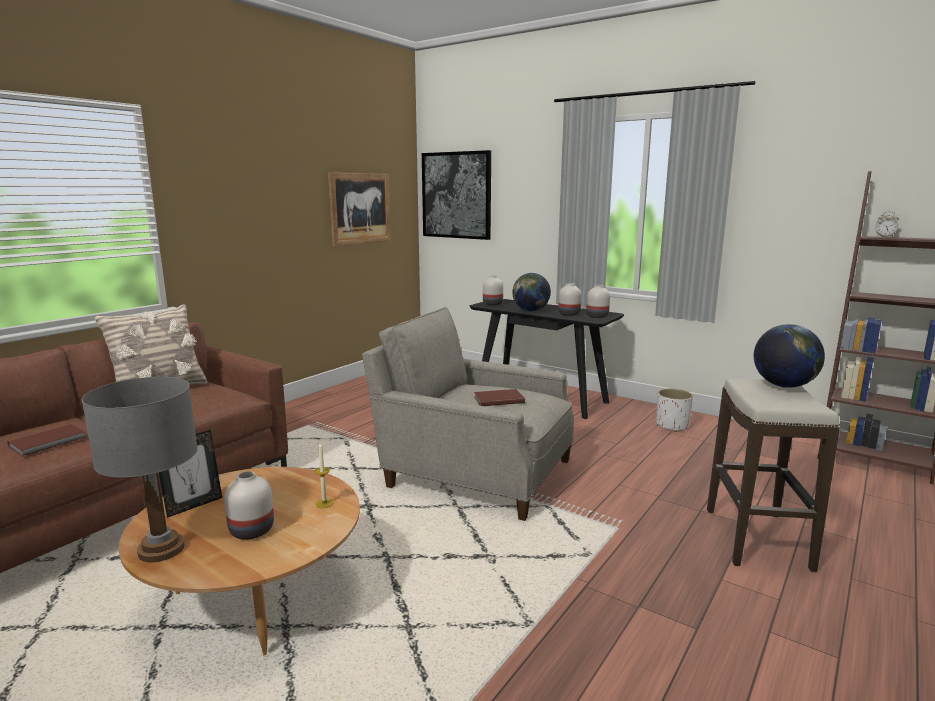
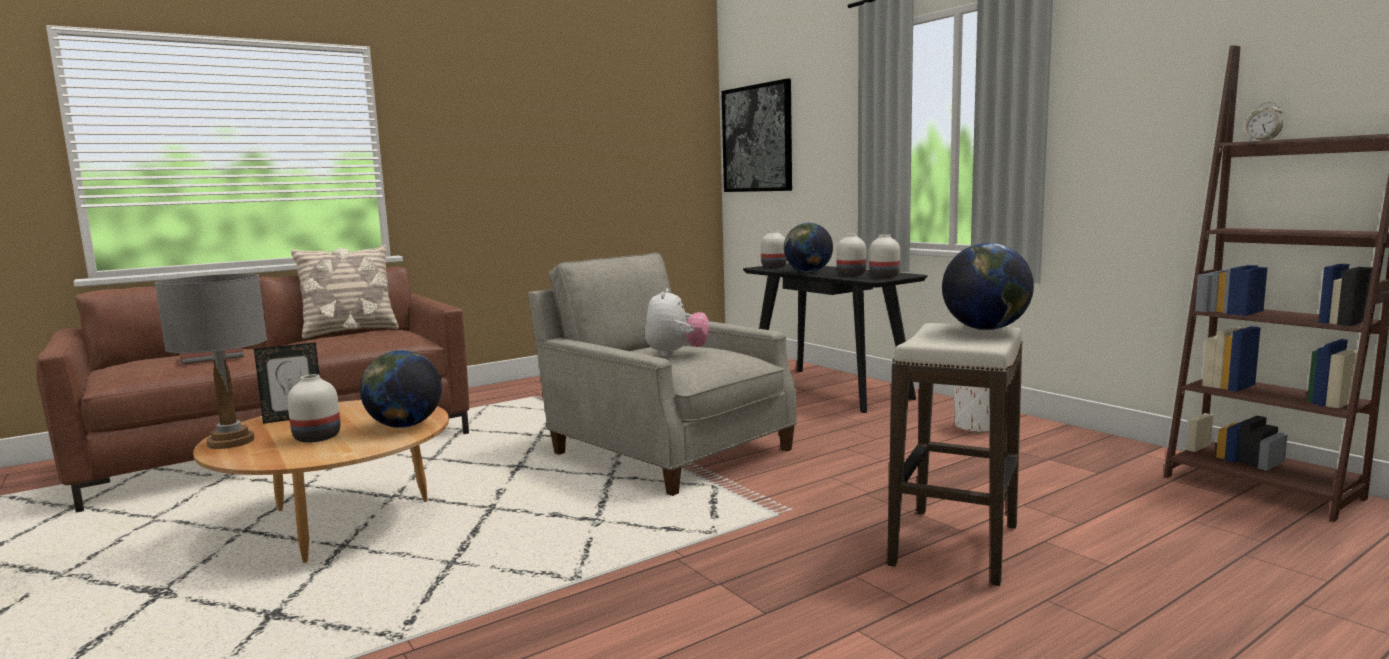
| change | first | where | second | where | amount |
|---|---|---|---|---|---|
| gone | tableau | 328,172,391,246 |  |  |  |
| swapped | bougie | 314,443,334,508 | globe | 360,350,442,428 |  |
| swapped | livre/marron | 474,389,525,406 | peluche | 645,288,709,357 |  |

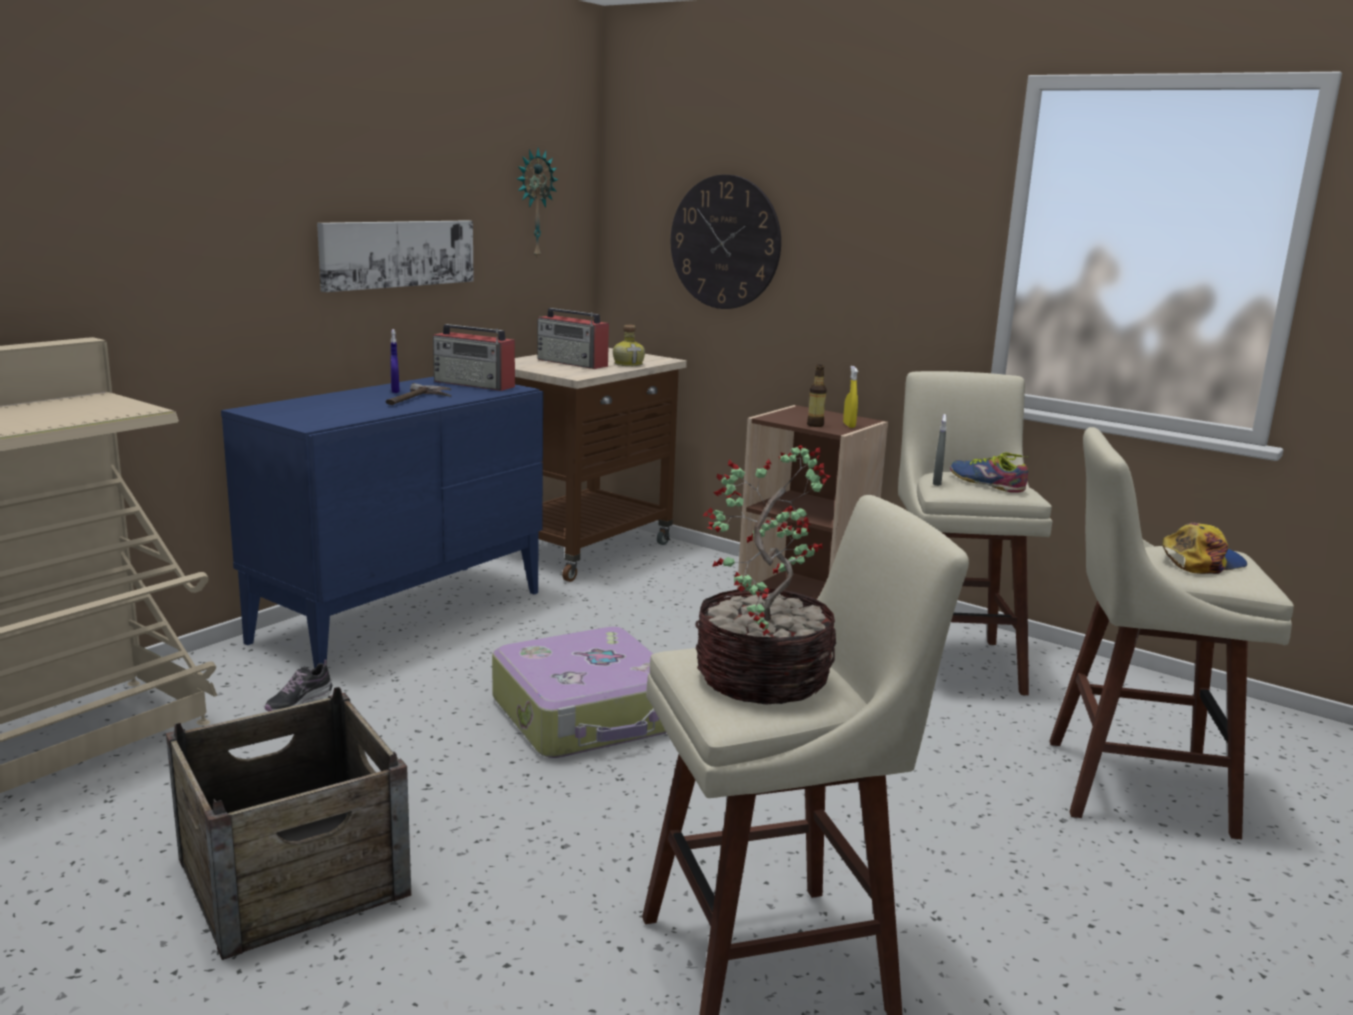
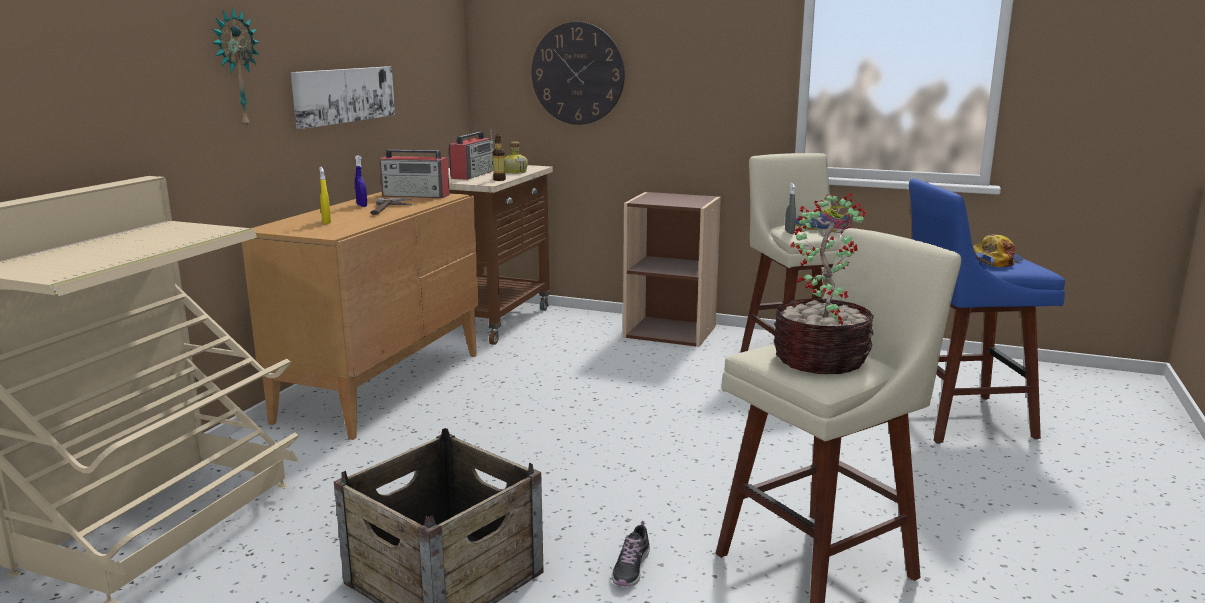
| change | first | where | second | where | amount |
|---|---|---|---|---|---|
| gone | valise | 492,627,666,758 |  |  |  |
| shifted | chaussure | 265,660,332,711 |  | 612,521,650,586 |  |
| shifted | horloge murale | 516,148,558,260 |  | 212,7,260,130 |  |
| shifted | bouteille | 807,365,827,427 |  | 493,135,506,181 |  |
| shifted | vaporisateur/jaune | 843,366,858,428 |  | 319,167,331,224 |  |
| repainted | meuble de rangement/bleu | 221,377,543,668 | meuble de rangement/marron | 242,192,479,440 |  |
| repainted | tabouret/beige | 1050,427,1294,840 | tabouret/bleu | 909,179,1065,444 |  |
| rotated | radio | 537,308,609,369 |  | 449,129,494,180 | 90 degrees counterclockwise |

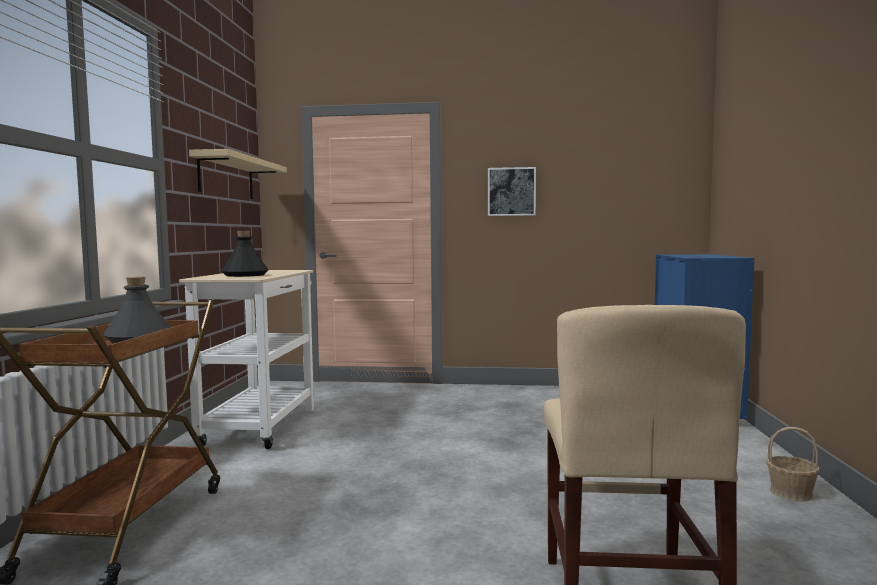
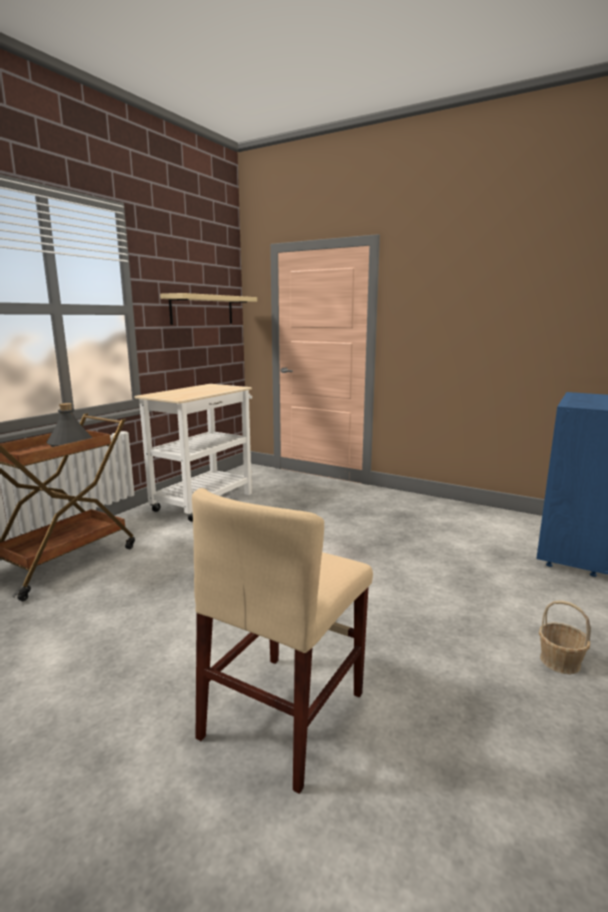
| change | first | where | second | where | amount |
|---|---|---|---|---|---|
| gone | bouteille/noir | 221,231,269,277 |  |  |  |
| gone | tableau | 488,167,536,216 |  |  |  |

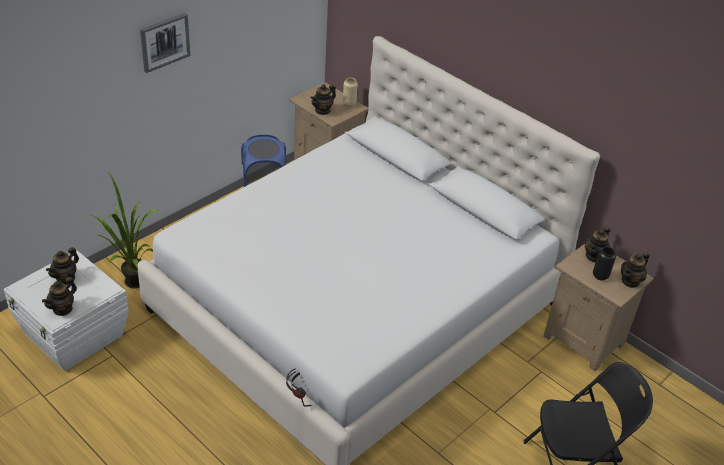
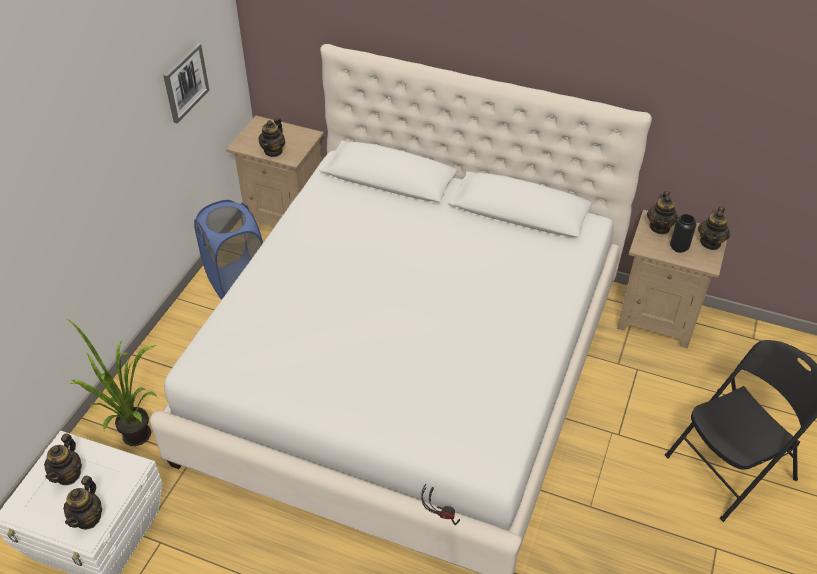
| change | first | where | second | where | amount |
|---|---|---|---|---|---|
| gone | vase/beige | 343,78,358,107 |  |  |  |
| shifted | tableau | 140,13,190,73 |  | 163,43,209,123 |  |

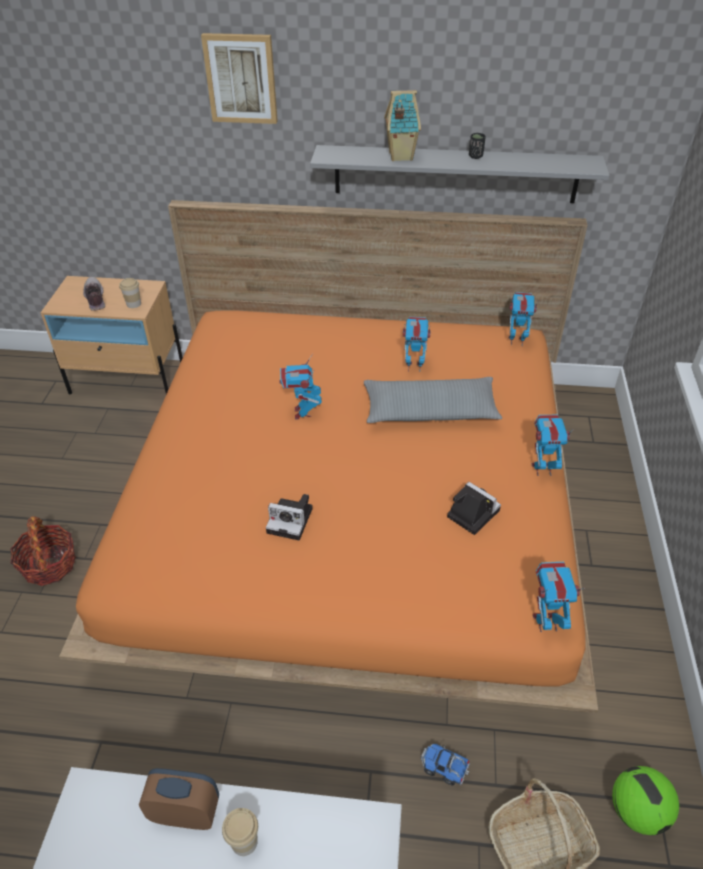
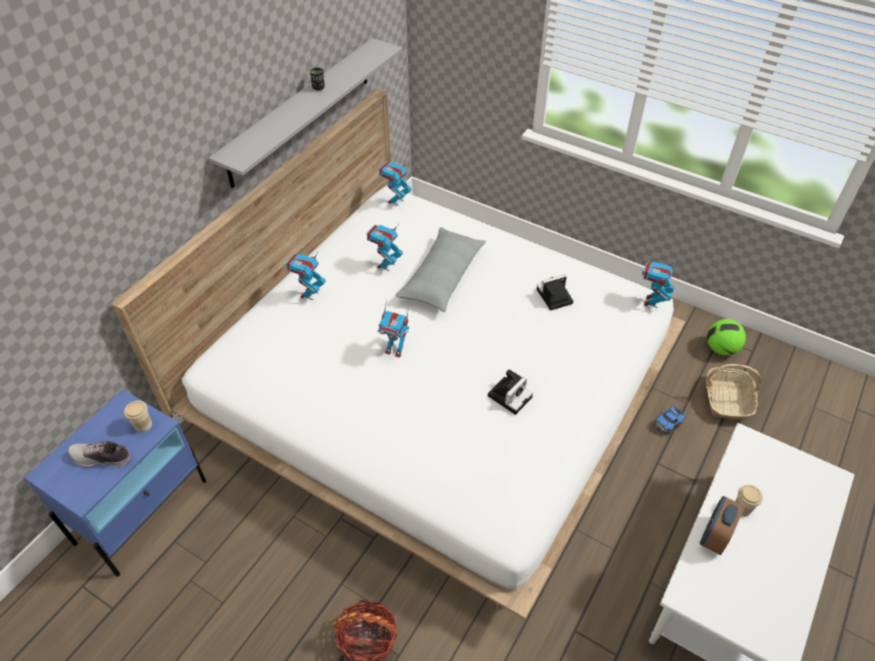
| change | first | where | second | where | amount |
|---|---|---|---|---|---|
| gone | tableau | 201,33,278,124 |  |  |  |
| gone | maison miniature | 384,90,421,161 |  |  |  |
| shifted | robot jouet | 532,415,571,476 |  | 286,251,326,300 |  |
| repainted | table de chevet/beige | 41,276,183,394 | table de chevet/bleu | 24,389,206,577 |  |
| repainted | lit/orange | 59,200,598,713 | lit/blanc | 112,88,685,620 |  |

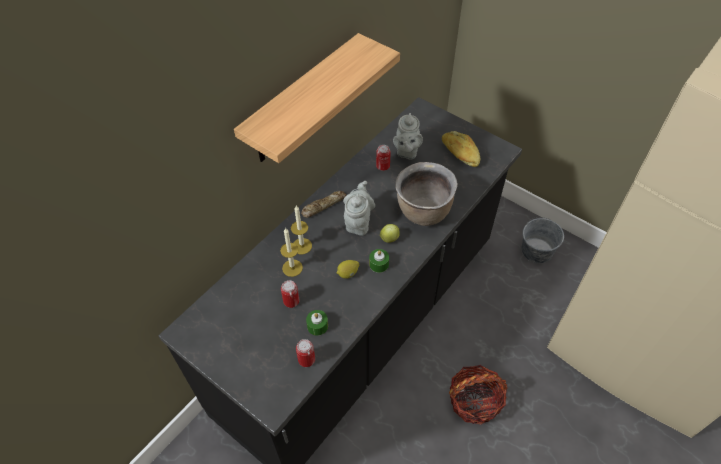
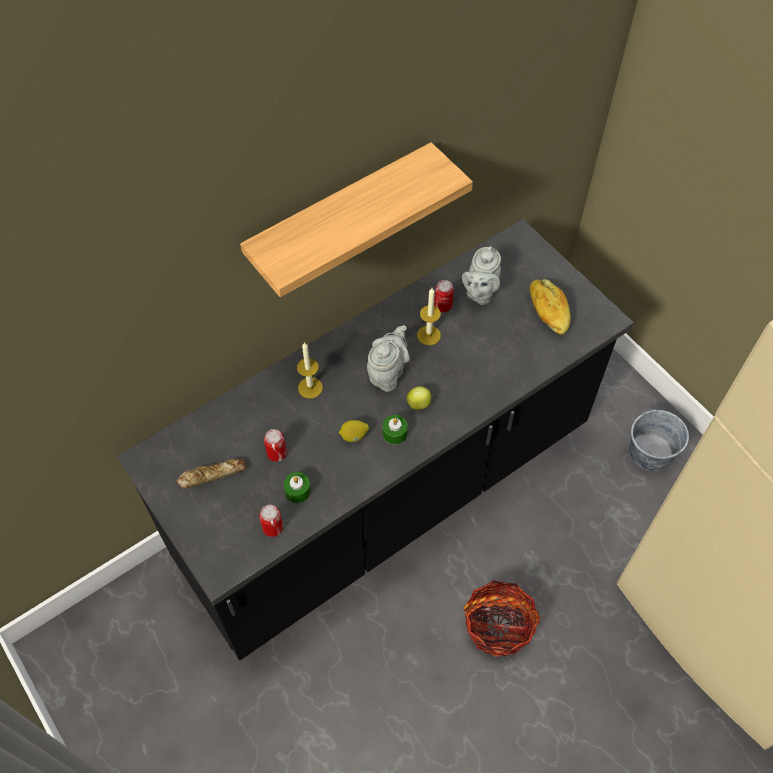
| change | first | where | second | where | amount |
|---|---|---|---|---|---|
| gone | marmite/marron | 395,162,458,226 |  |  |  |
| shifted | bougie | 280,228,303,277 |  | 417,288,441,345 |  |
| shifted | pain | 301,191,347,218 |  | 177,459,247,488 |  |

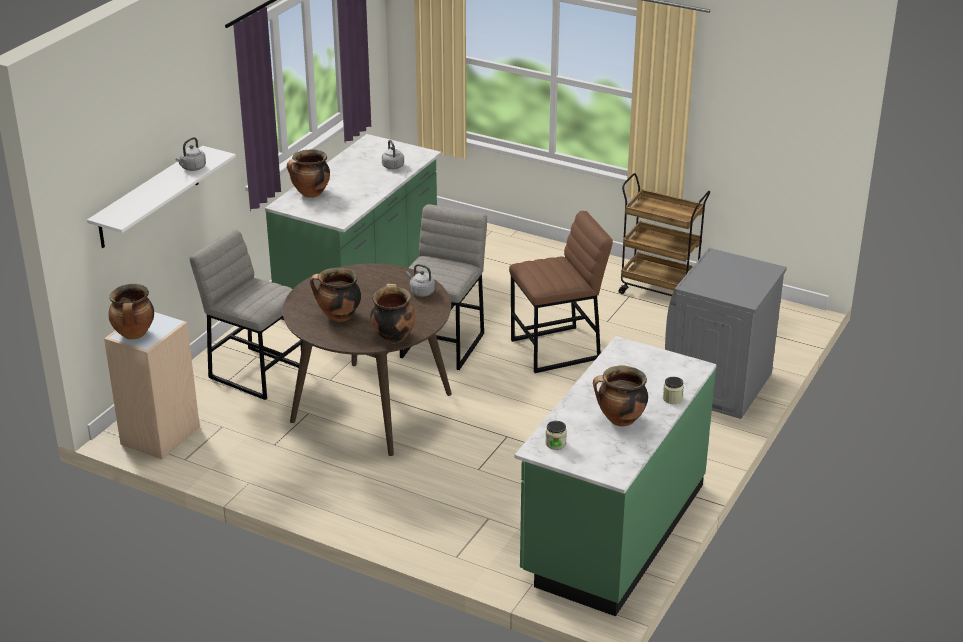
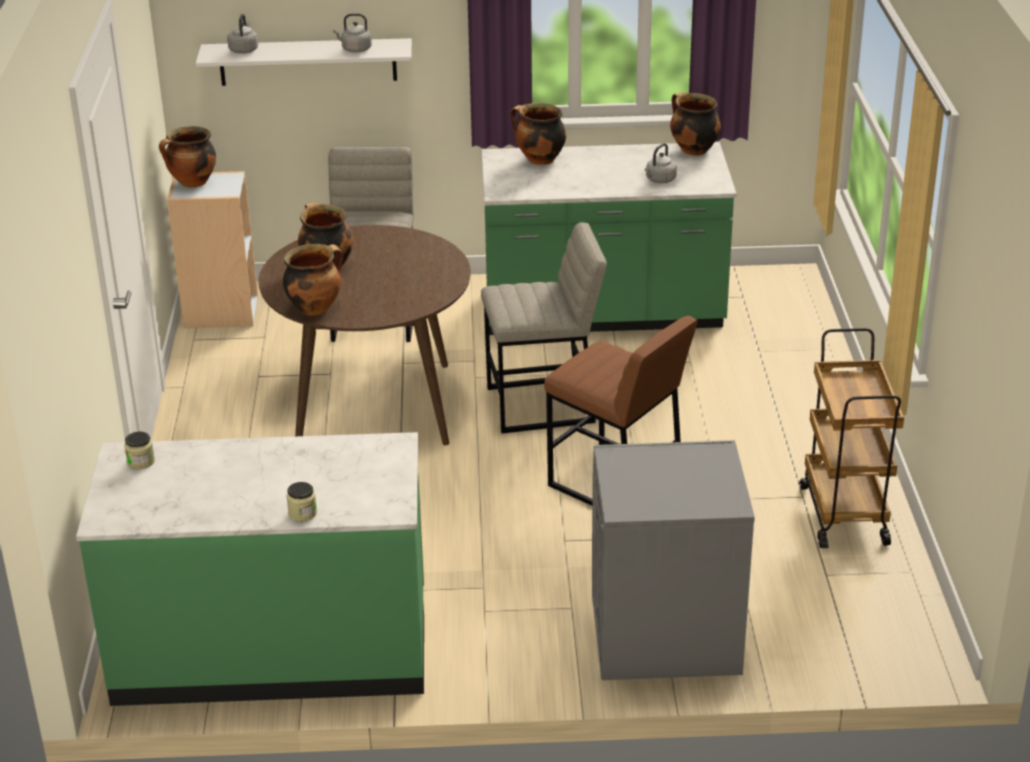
| change | first | where | second | where | amount |
|---|---|---|---|---|---|
| shifted | bouilloire/gris | 406,264,435,297 |  | 227,14,258,54 |  |
| shifted | marmite | 593,365,648,426 |  | 670,92,721,156 |  |

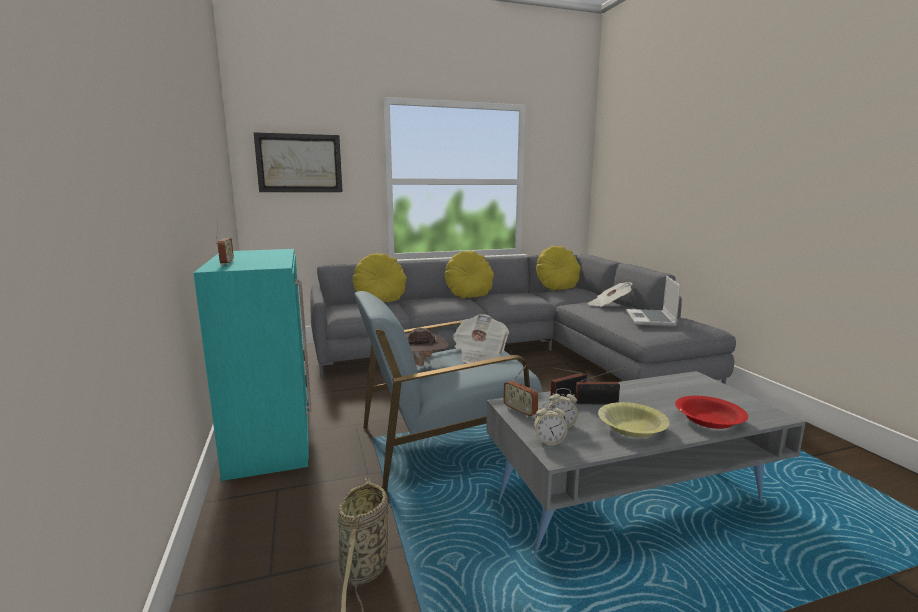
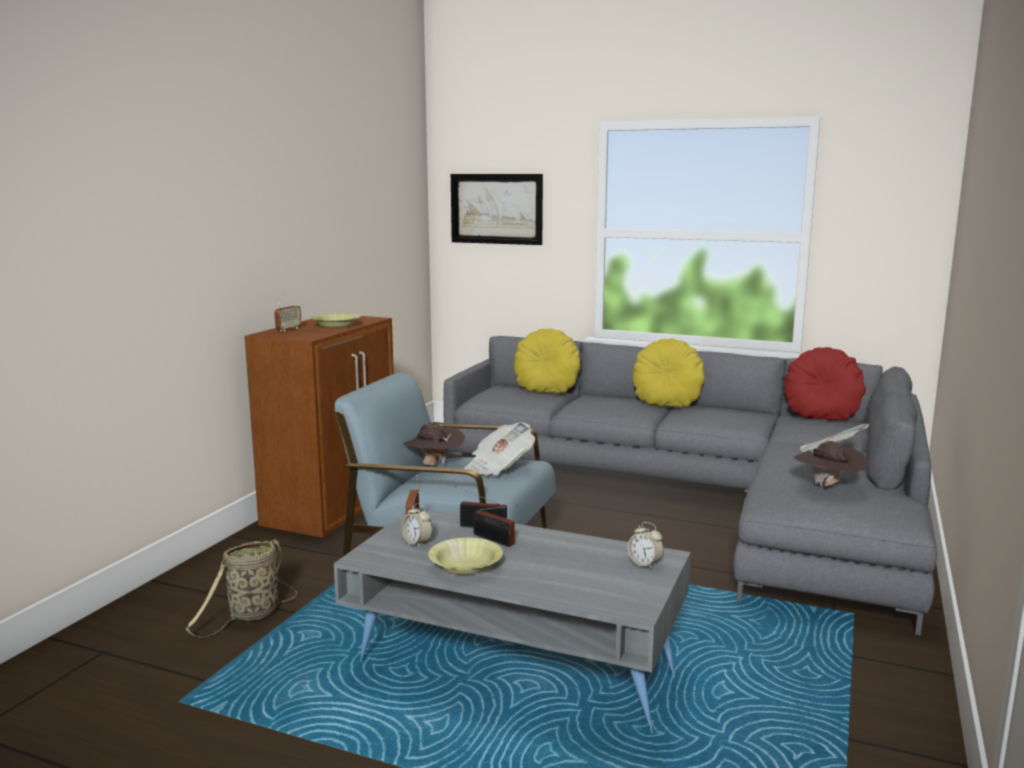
| change | first | where | second | where | amount |
|---|---|---|---|---|---|
| gone | bol/rouge | 675,396,748,429 |  |  |  |
| new |  |  | bol/jaune | 311,313,361,328 |  |
| shifted | réveil | 534,402,567,445 |  | 627,522,664,569 |  |
| swapped | ordinateur portable | 626,276,681,326 | chapeau/marron | 794,441,868,486 |  |
| repainted | meuble de rangement/turquoise | 193,249,312,481 | meuble de rangement/marron | 244,316,394,538 |  |
| repainted | coussin/jaune | 536,246,581,291 | coussin/rouge | 784,347,866,420 |  |

